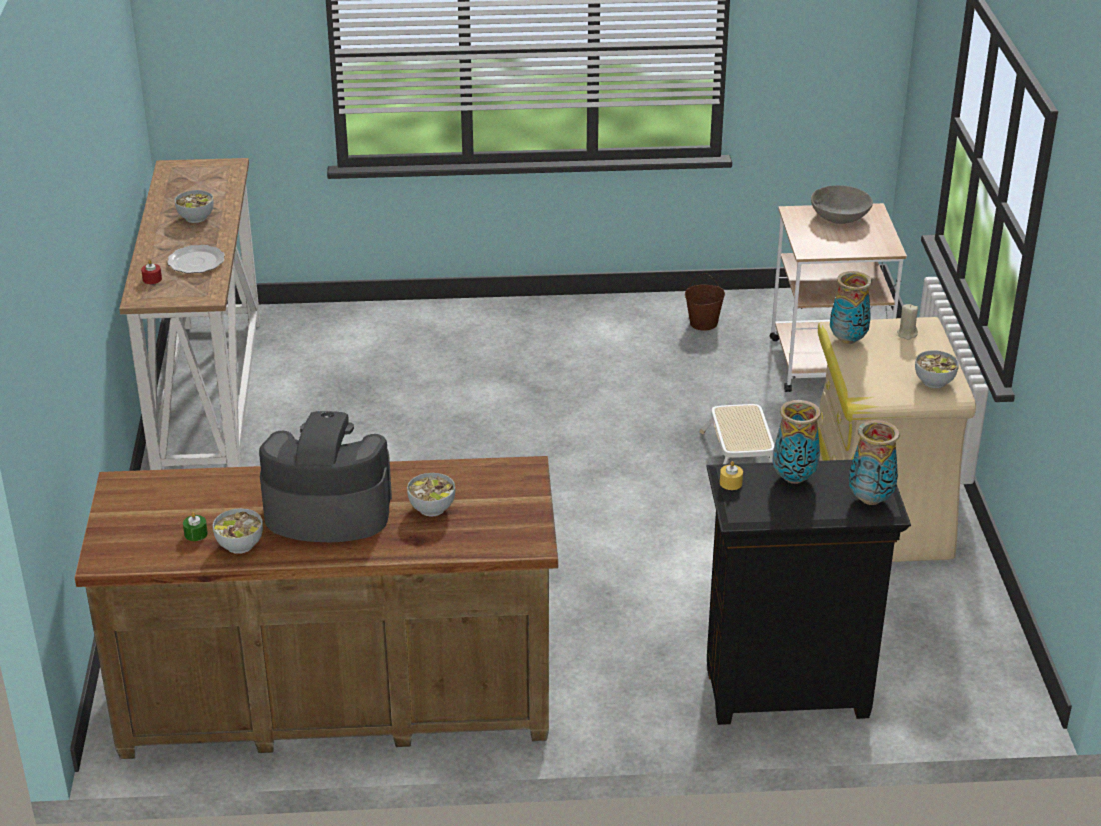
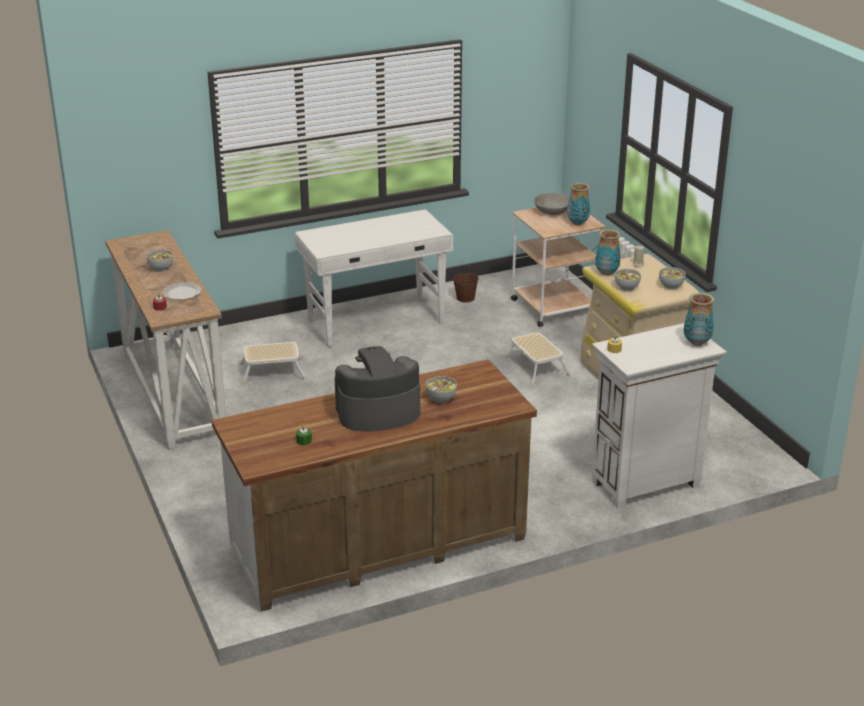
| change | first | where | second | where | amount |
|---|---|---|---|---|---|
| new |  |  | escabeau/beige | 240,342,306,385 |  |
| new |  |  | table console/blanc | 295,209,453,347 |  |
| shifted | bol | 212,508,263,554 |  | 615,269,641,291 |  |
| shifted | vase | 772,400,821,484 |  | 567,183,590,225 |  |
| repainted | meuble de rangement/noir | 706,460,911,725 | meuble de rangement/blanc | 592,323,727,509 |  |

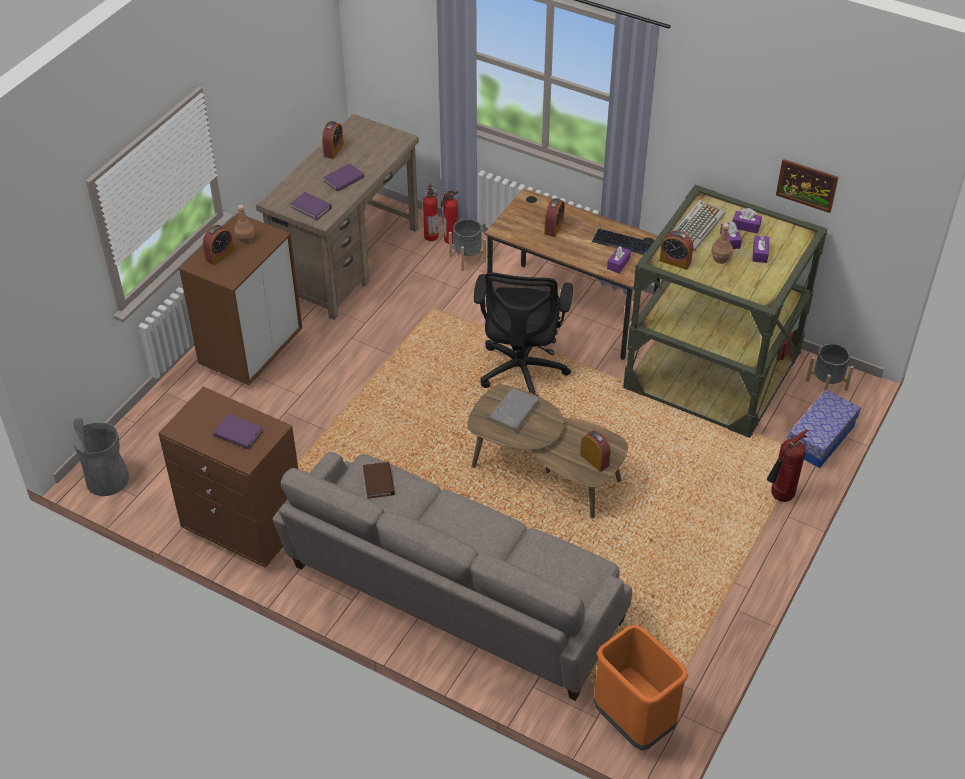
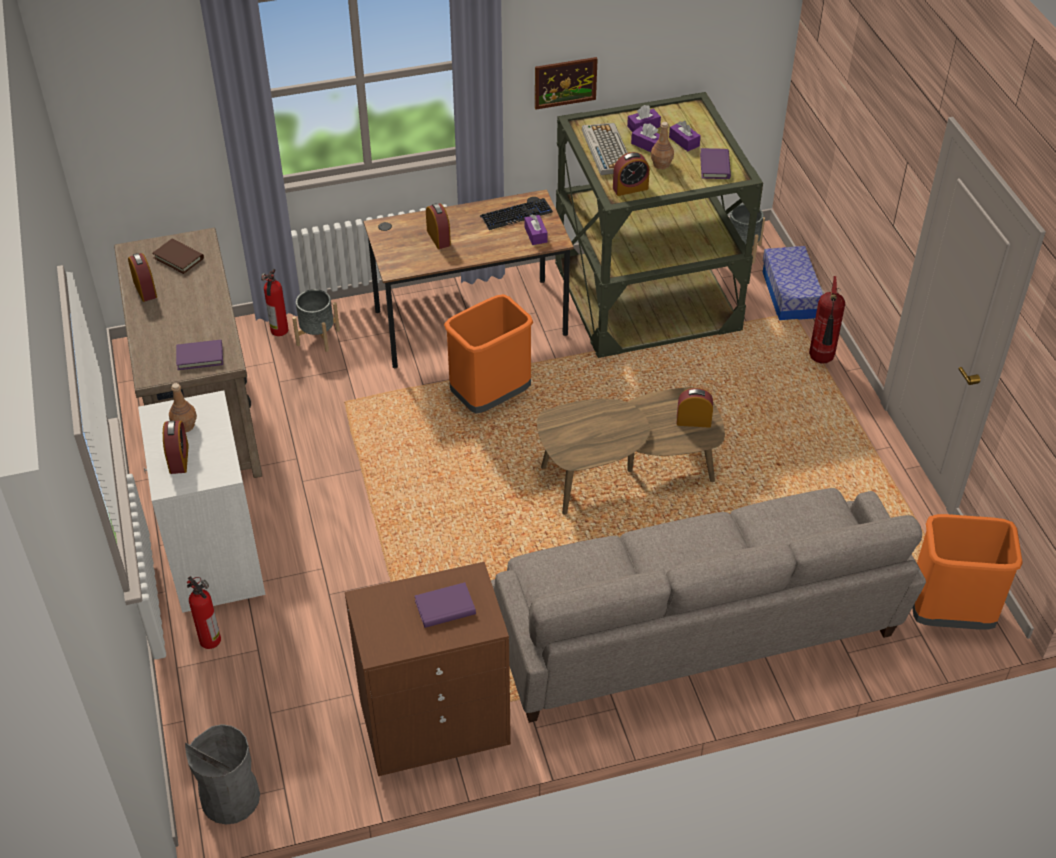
| change | first | where | second | where | amount |
|---|---|---|---|---|---|
| gone | livre/gris | 488,388,539,433 |  |  |  |
| shifted | livre/violet | 323,163,364,192 |  | 700,148,731,179 |  |
| shifted | livre/marron | 363,462,395,499 |  | 152,239,204,274 |  |
| shifted | extincteur | 423,183,439,241 |  | 187,576,221,649 |  |
| shifted | tableau | 776,159,839,213 |  | 535,57,598,110 |  |
| swapped | chaise de bureau/noir | 474,272,573,396 | poubelle/orange | 444,294,533,413 |  |
| repainted | meuble de rangement/marron | 179,213,302,385 | meuble de rangement/blanc | 138,390,266,613 |  |

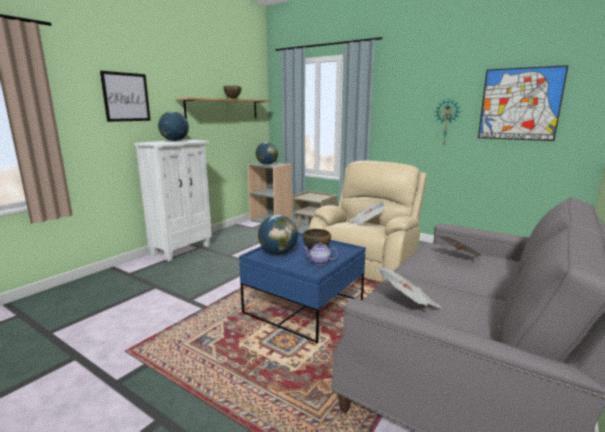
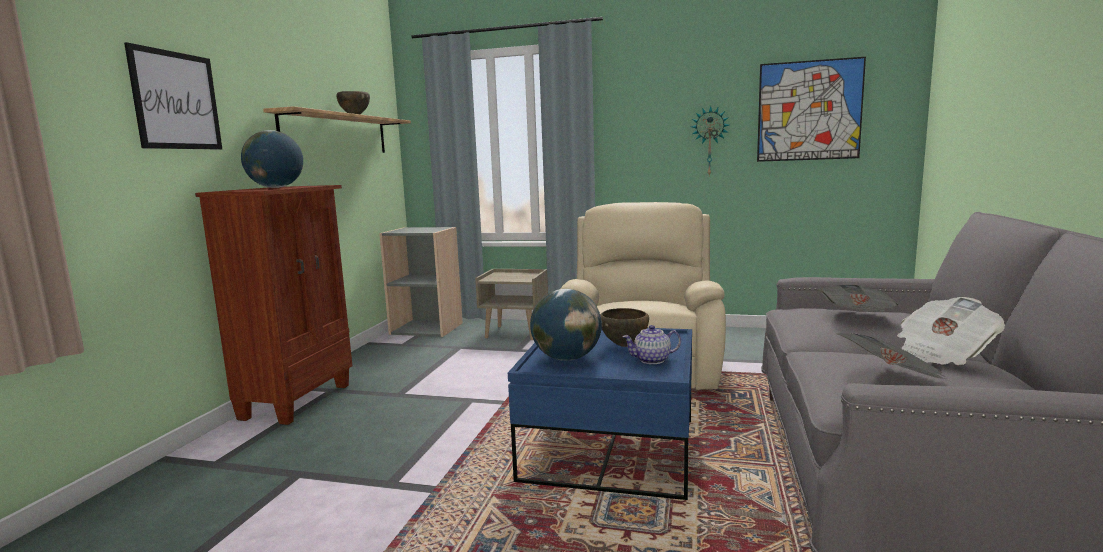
| change | first | where | second | where | amount |
|---|---|---|---|---|---|
| gone | globe | 256,142,278,165 |  |  |  |
| shifted | journal | 349,202,385,224 |  | 897,297,1005,365 |  |
| repainted | meuble de rangement/blanc | 133,139,212,262 | meuble de rangement/marron | 195,185,352,425 |  |

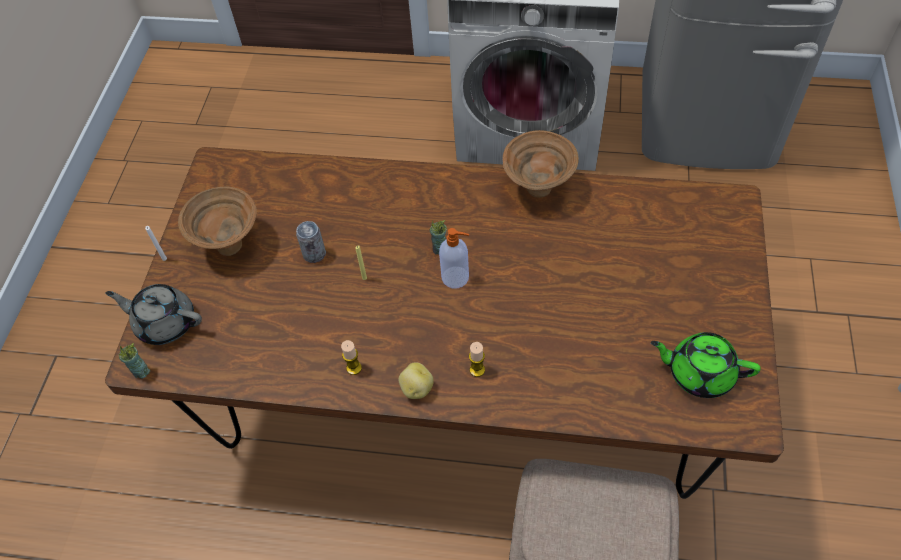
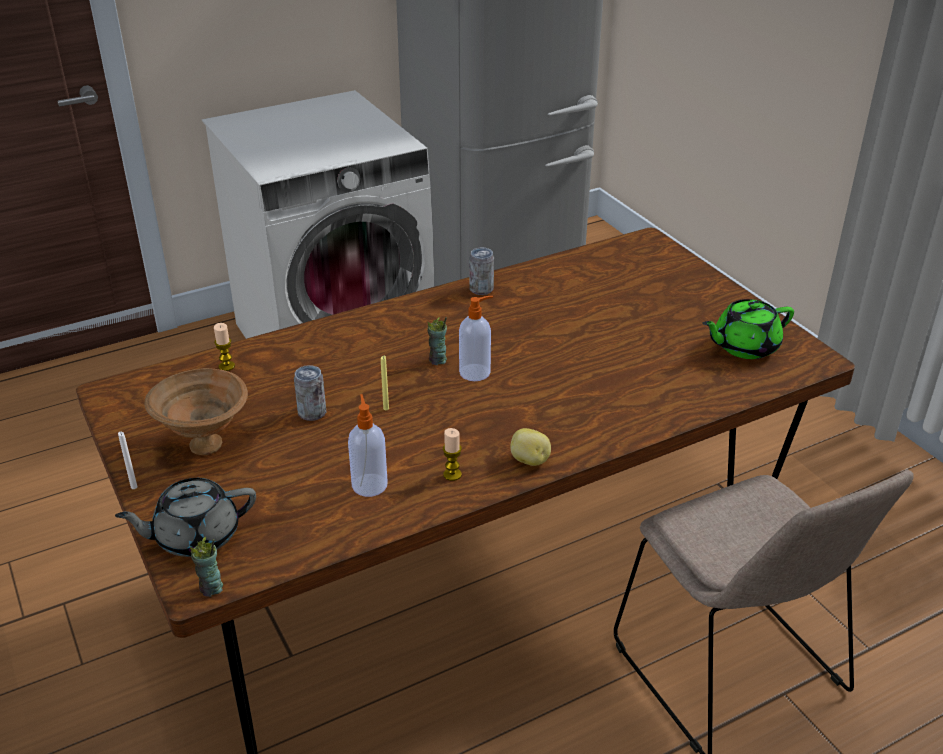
| change | first | where | second | where | amount |
|---|---|---|---|---|---|
| new |  |  | distributeur de savon | 348,394,388,497 |  |
| shifted | bougie | 469,342,485,377 |  | 214,323,235,371 |  |
| swapped | bol/marron | 503,130,579,198 | boîte métallique | 469,248,494,295 |  |

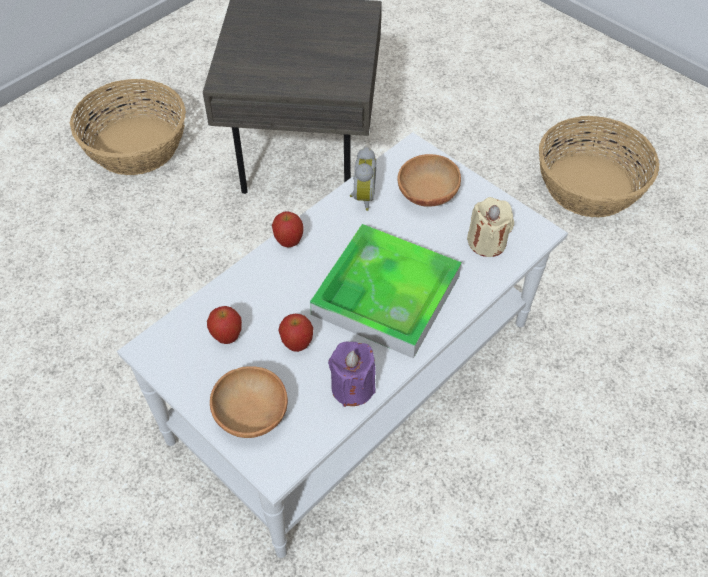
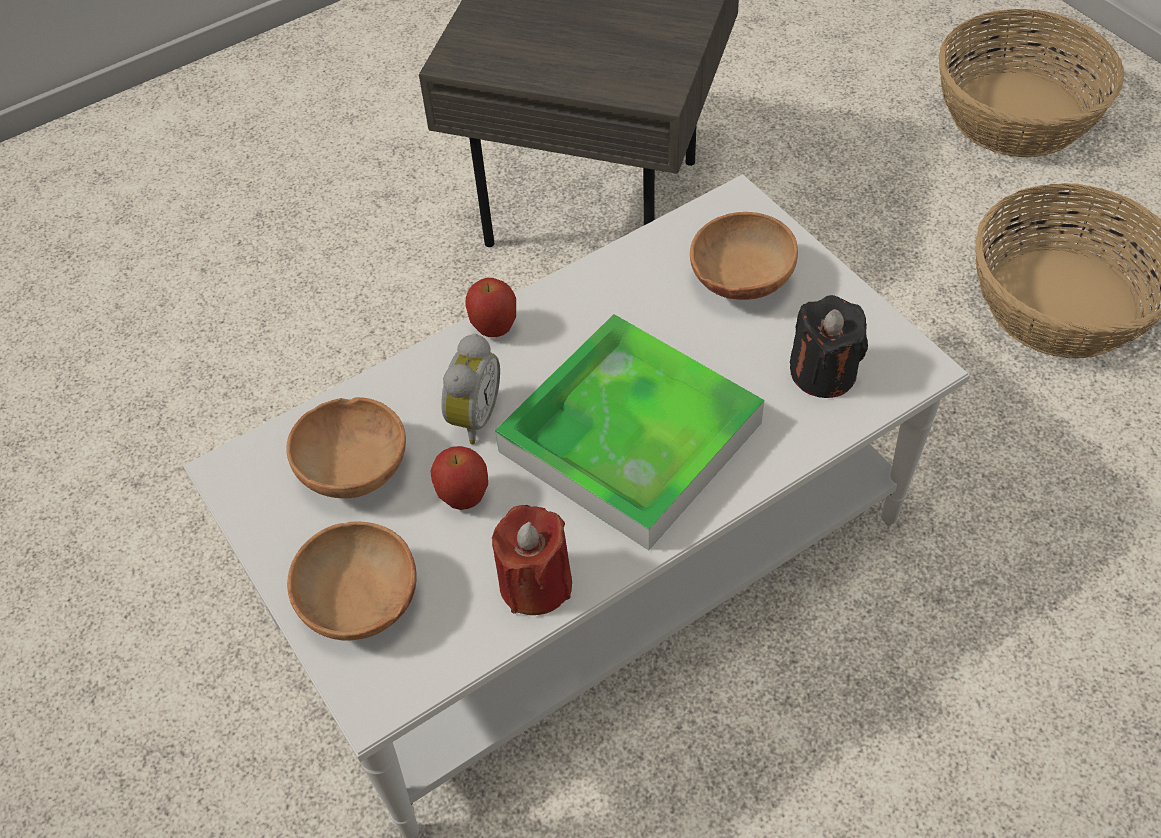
| change | first | where | second | where | amount |
|---|---|---|---|---|---|
| shifted | panier | 70,79,186,175 |  | 939,9,1124,157 |  |
| shifted | réveil | 350,147,376,211 |  | 441,334,500,445 |  |
| swapped | pomme | 207,306,242,344 | bol/marron | 286,397,406,498 |  |
| repainted | bougie/violet | 328,341,376,407 | bougie/rouge | 492,505,572,615 |  |
| repainted | bougie/beige | 467,197,514,257 | bougie/noir | 790,295,868,398 |  |

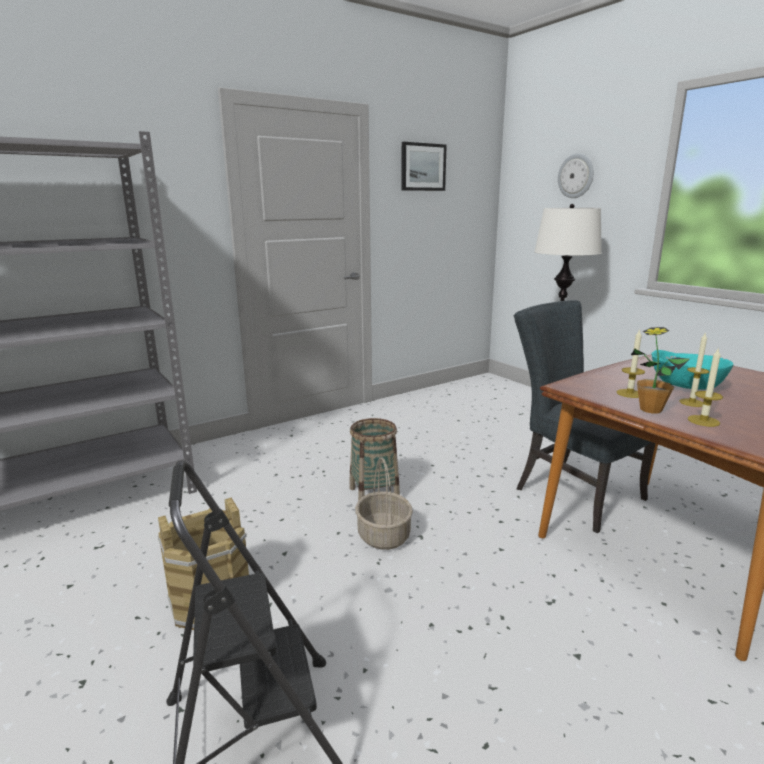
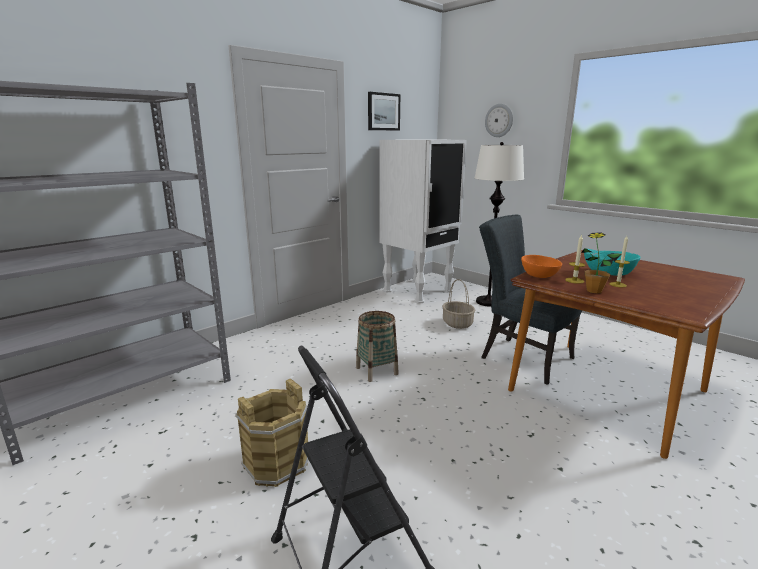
| change | first | where | second | where | amount |
|---|---|---|---|---|---|
| gone | bougie | 688,347,723,427 |  |  |  |
| new |  |  | meuble de rangement/blanc | 379,139,467,303 |  |
| new |  |  | bol/orange | 521,255,562,278 |  |
| shifted | panier | 355,457,413,550 |  | 442,279,475,329 |  |

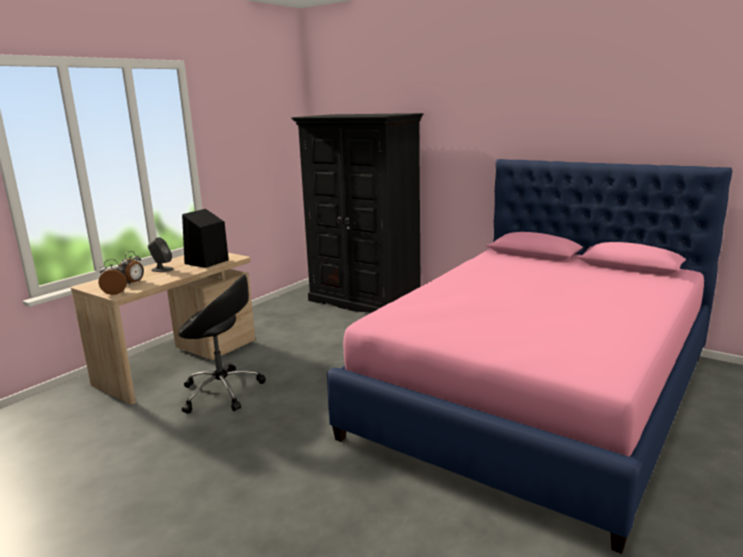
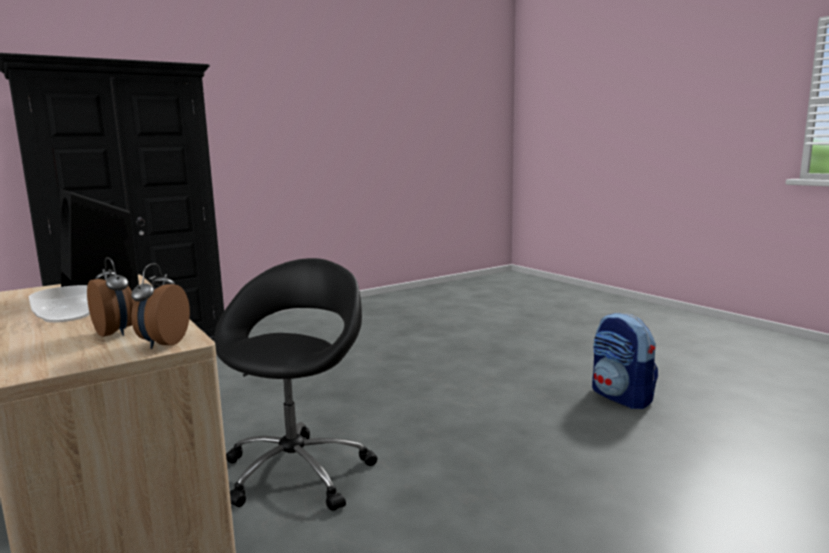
| change | first | where | second | where | amount |
|---|---|---|---|---|---|
| gone | lit/rose | 327,159,732,554 |  |  |  |
| new |  |  | sac à dos | 592,313,658,409 |  |
| swapped | enceinte/gris | 148,237,173,272 | bol | 29,285,90,323 |  |

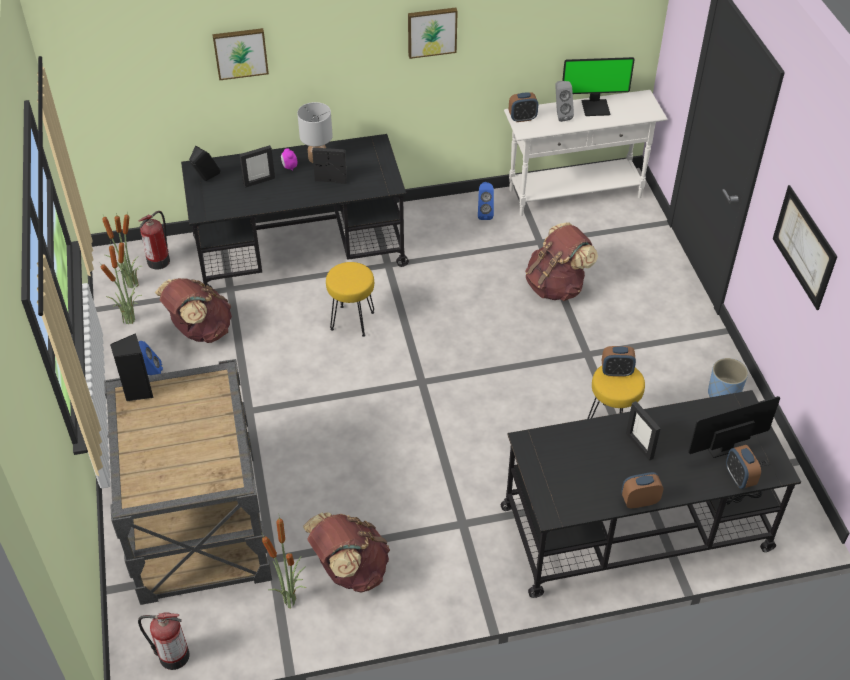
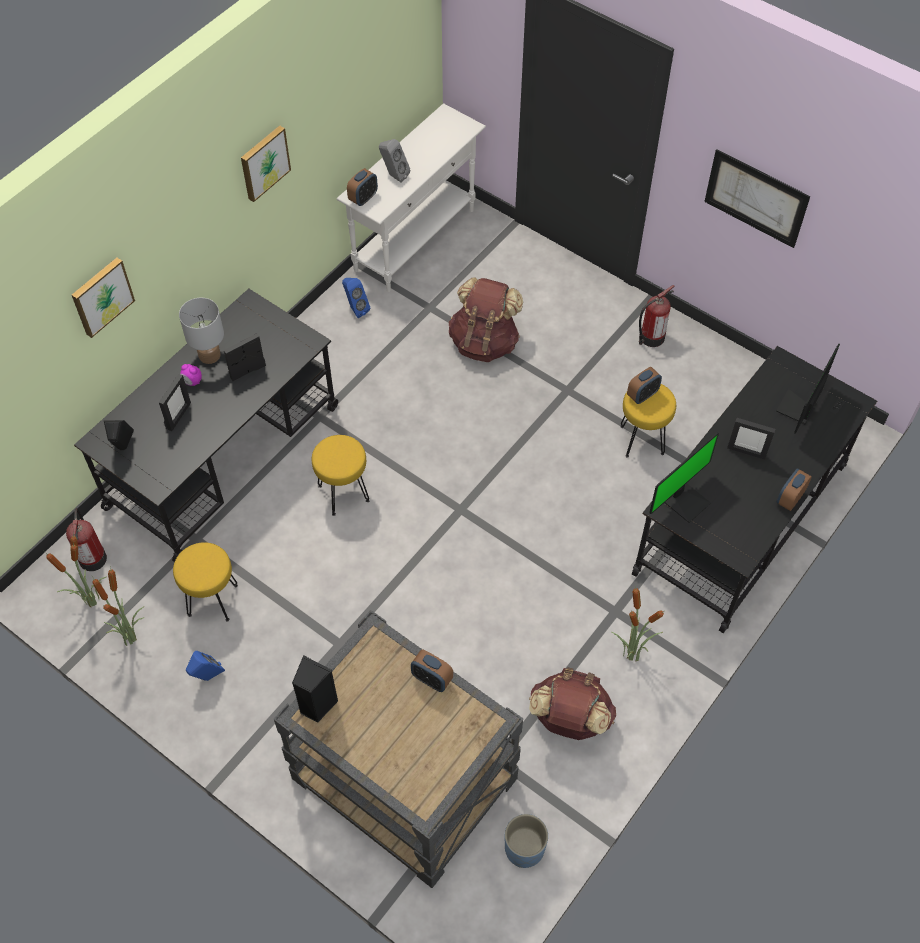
| change | first | where | second | where | amount |
|---|---|---|---|---|---|
| shifted | extincteur | 138,613,190,670 |  | 639,285,675,347 |  |
| shifted | plante en pot | 262,517,306,608 |  | 611,585,664,661 |  |
| shifted | écran d'ordinateur | 562,57,635,116 |  | 649,433,719,523 |  |
| shifted | cache-pot/bleu | 708,358,748,397 |  | 505,814,548,868 |  |
| shifted | réveil | 726,445,761,489 |  | 411,649,453,692 |  |
| swapped | sac à dos/marron | 155,278,232,343 | tabouret/jaune | 173,542,238,622 |  |

